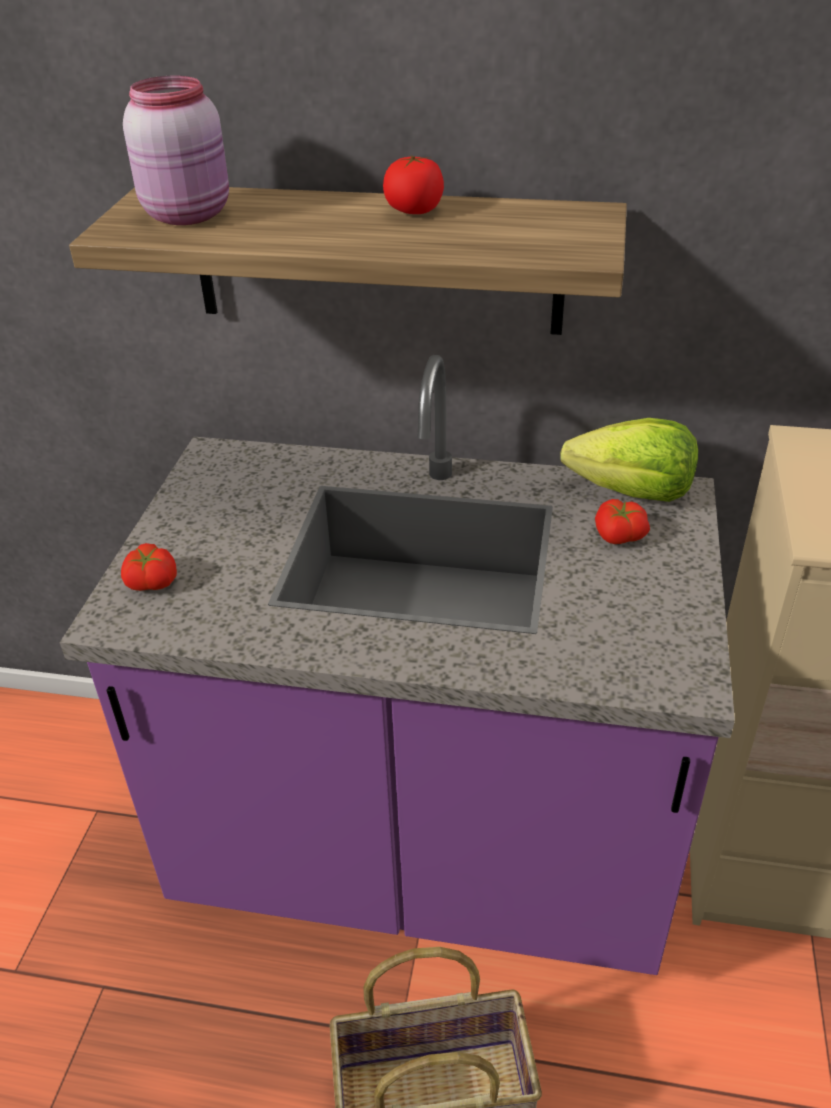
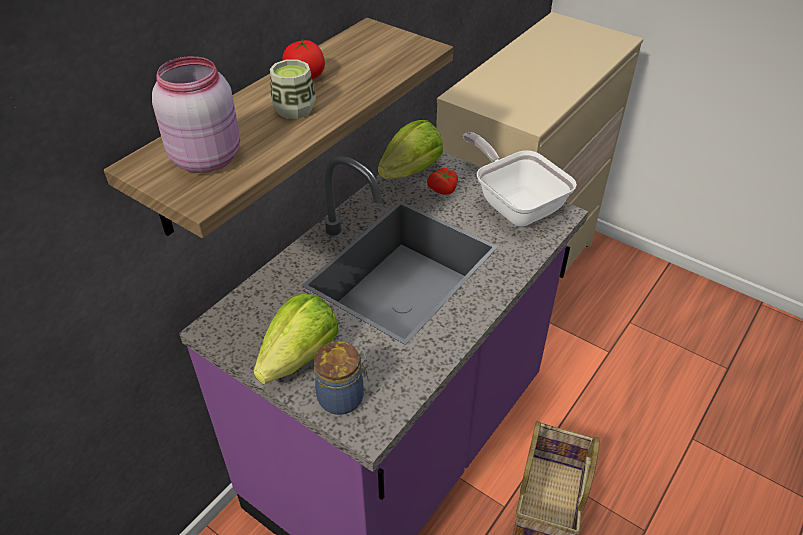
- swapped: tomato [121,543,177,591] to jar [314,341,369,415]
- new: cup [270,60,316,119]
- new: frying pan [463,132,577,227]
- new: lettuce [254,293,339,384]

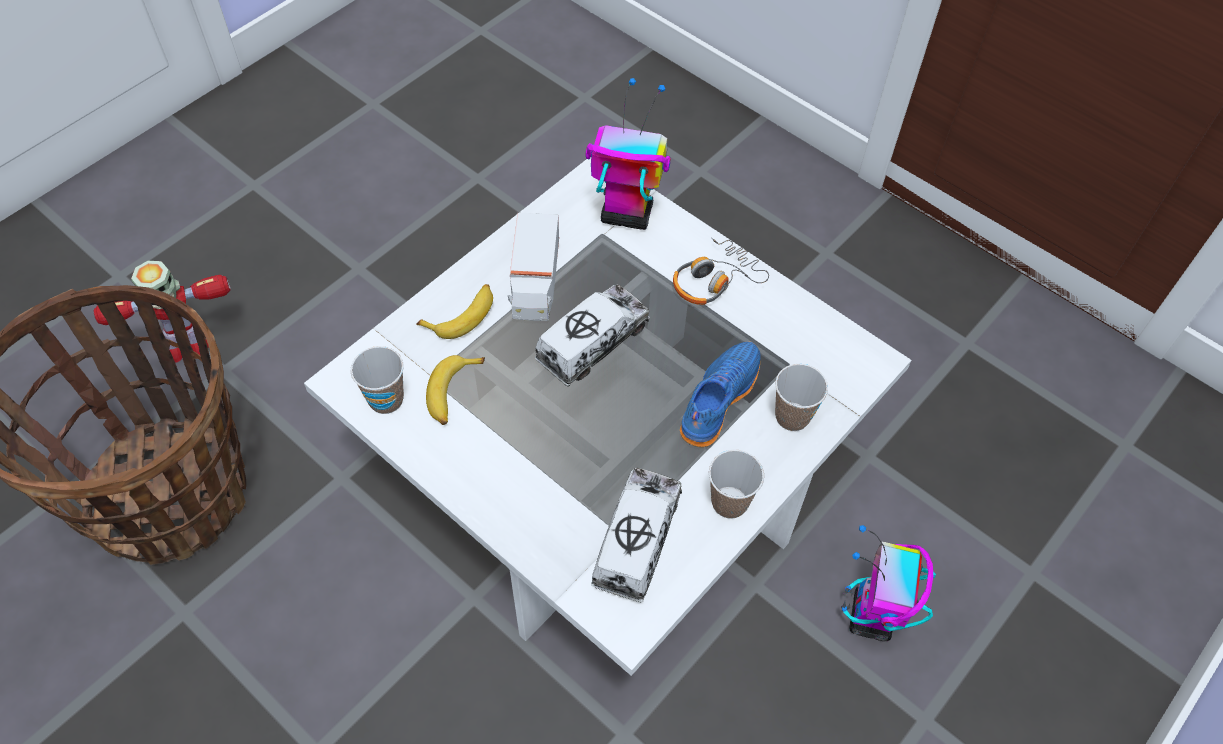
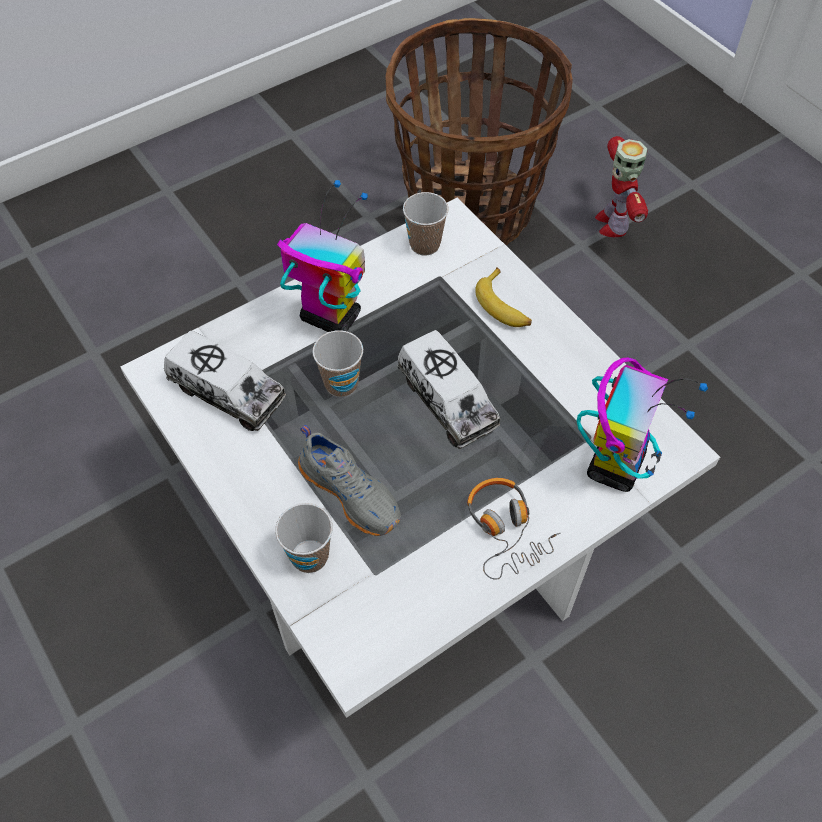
- gone: toy truck [508,213,559,321]
- repainted: shoe in blue [680,341,761,447] to shoe in grey [298,425,401,536]
- gone: banana [426,355,485,425]
- shifted: cup [709,450,764,519] to [312,330,363,397]
- shifted: toy robot [841,525,936,641] to [277,180,368,332]

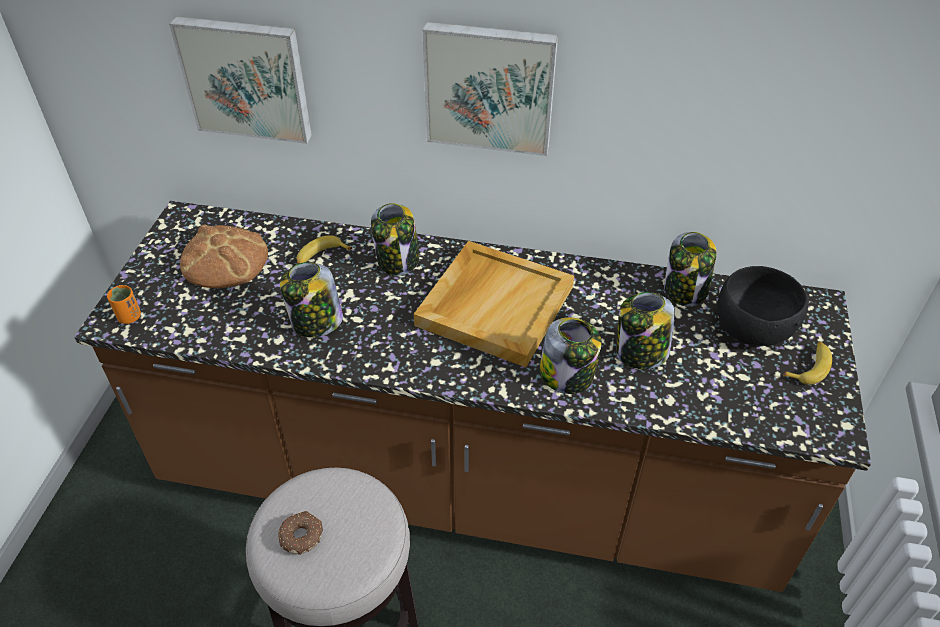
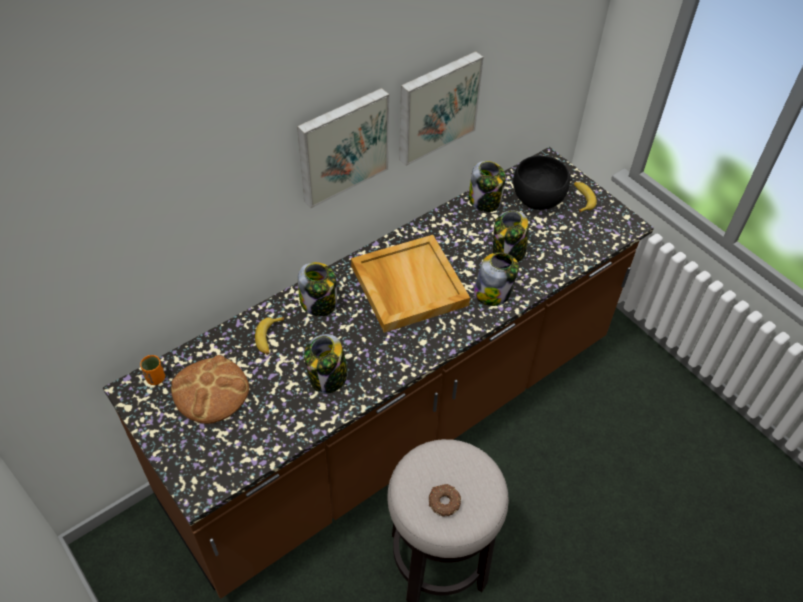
- shifted: picture [169,16,312,144] to [399,51,484,166]
- shifted: cup in orange [107,285,141,324] to [140,355,165,385]

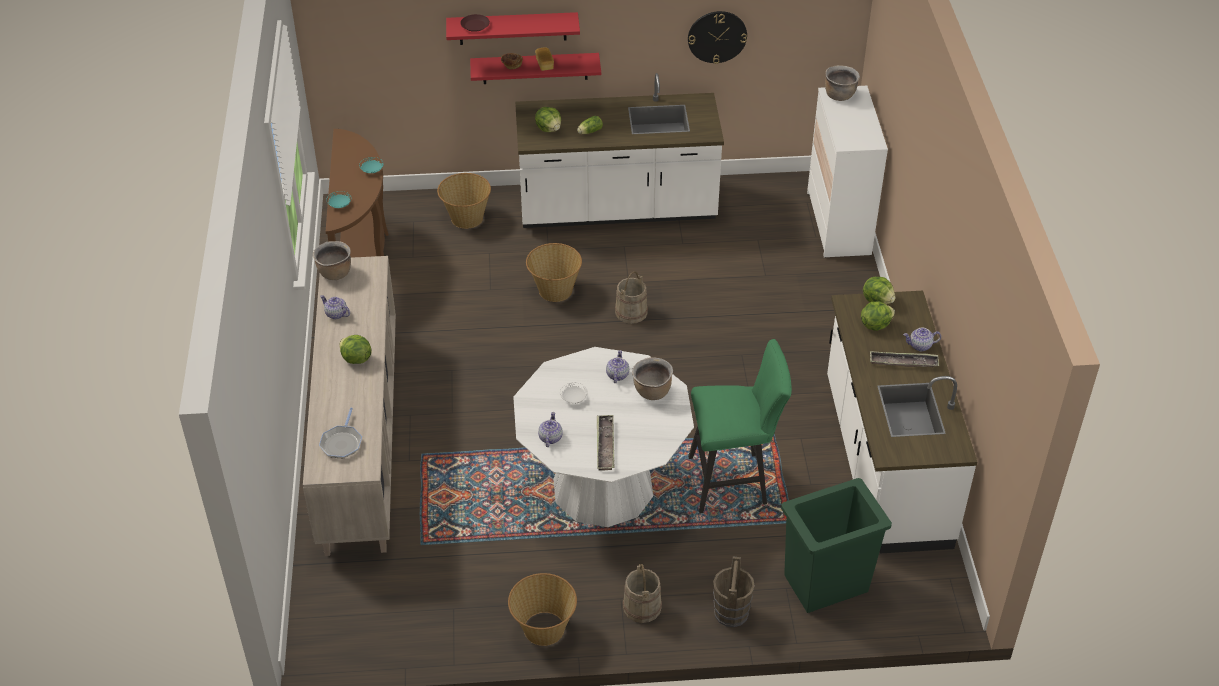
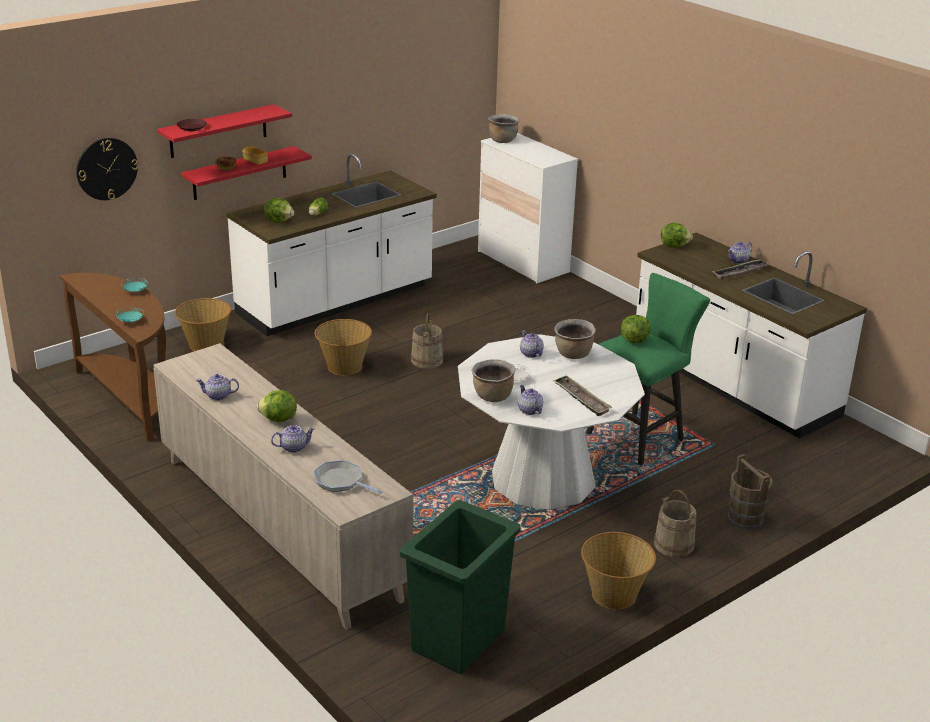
- shifted: wall clock [688,11,747,64] to [76,138,138,200]
- shifted: cooking pot in brown [313,241,351,280] to [472,359,515,402]
- shifted: lettuce [861,302,895,331] to [621,315,650,344]
- rotated: frying pan [319,408,362,458] = [314,460,382,494] 150 degrees clockwise
- shifted: trash can in green [781,478,892,613] to [400,500,521,674]
- new: teapot [271,425,315,453]

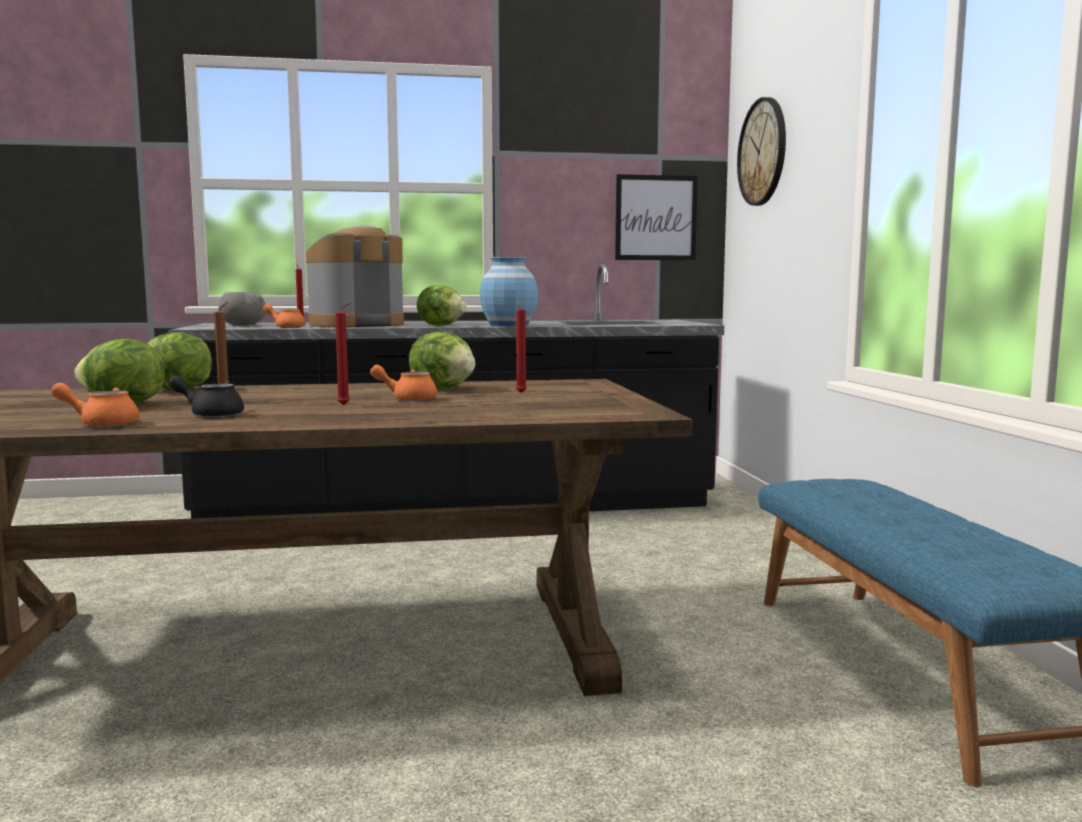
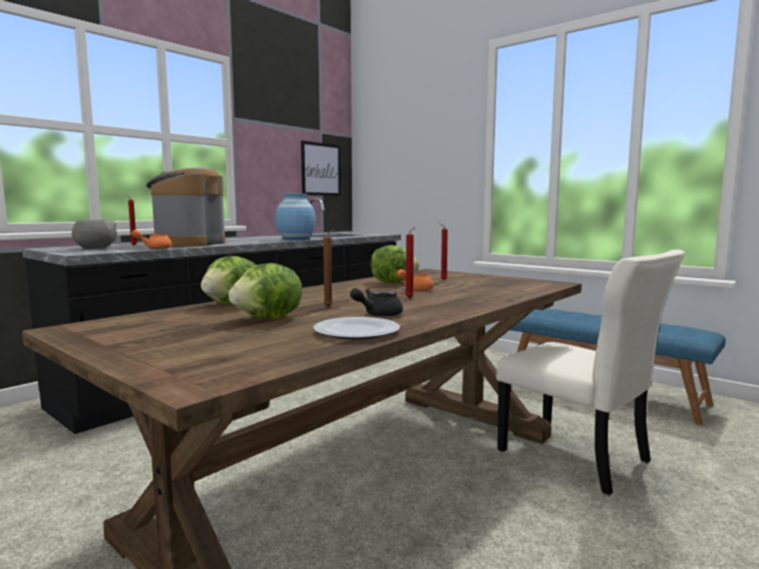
- gone: wall clock [737,97,786,206]
- gone: lettuce [417,285,467,326]
- swapped: teapot in orange [51,383,140,427] to plate [313,317,400,340]
- new: chair in beige [496,250,685,495]

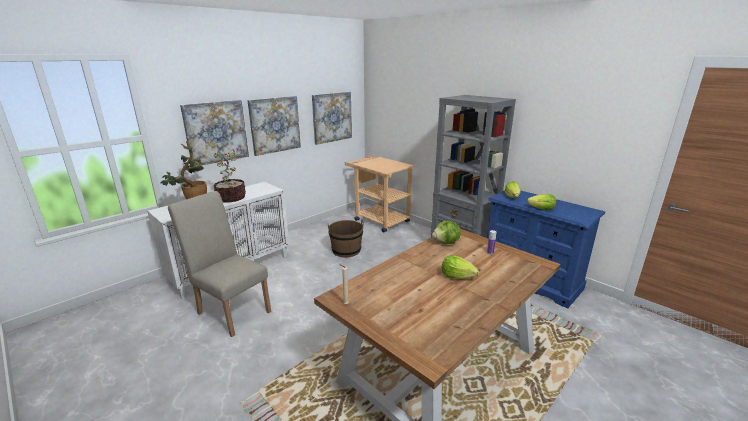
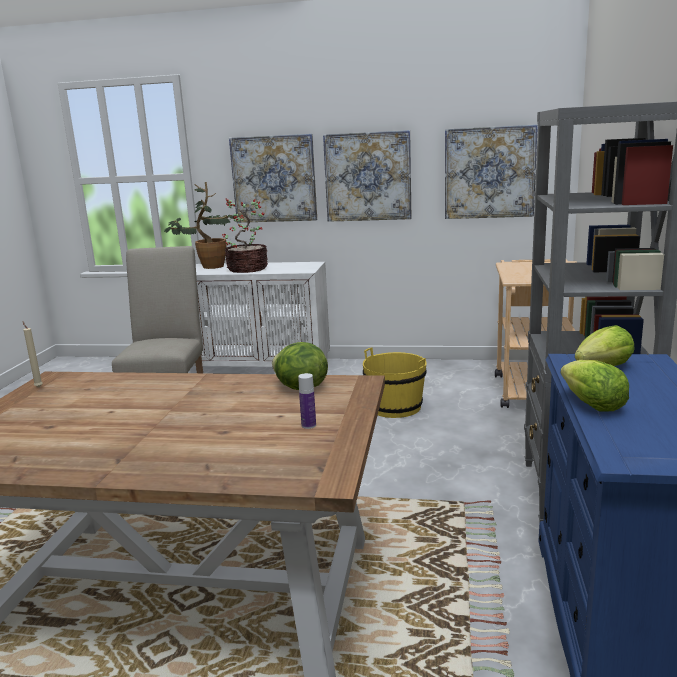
- repainted: bucket in brown [328,220,364,258] to bucket in yellow [363,347,427,418]
- gone: lettuce [442,255,479,279]

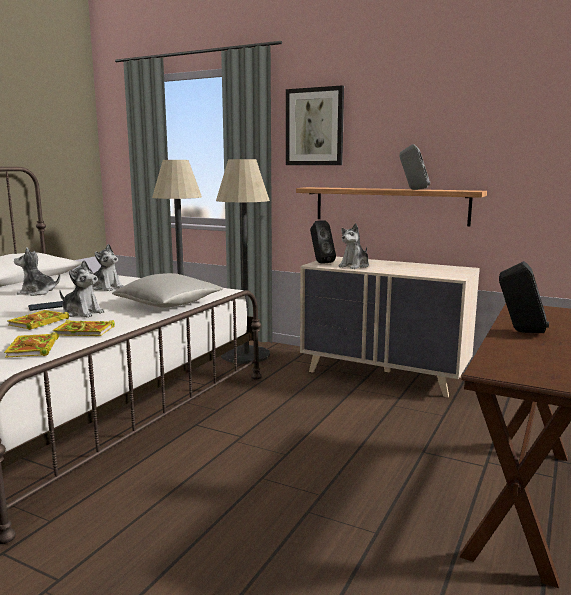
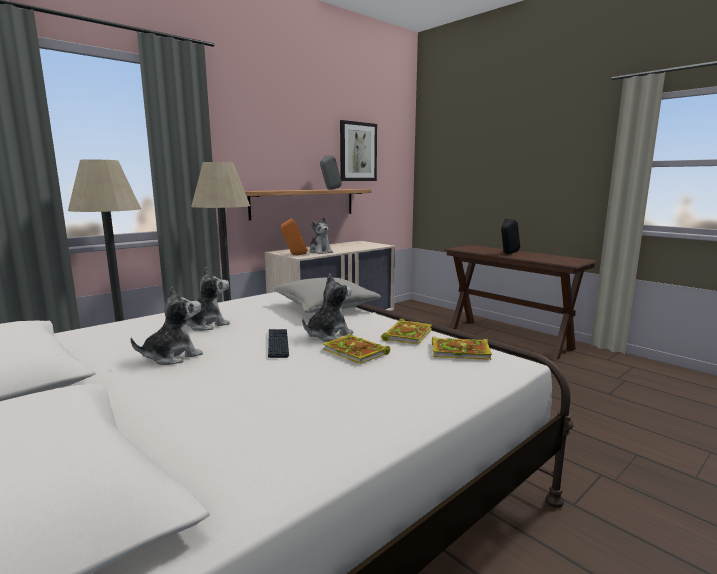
- shifted: picture [286,85,344,165] to [340,120,377,181]
- repainted: speaker in black [310,220,336,264] to speaker in orange [281,218,308,255]
- rotated: plush toy [14,247,60,296] = [131,287,203,365] 150 degrees counterclockwise

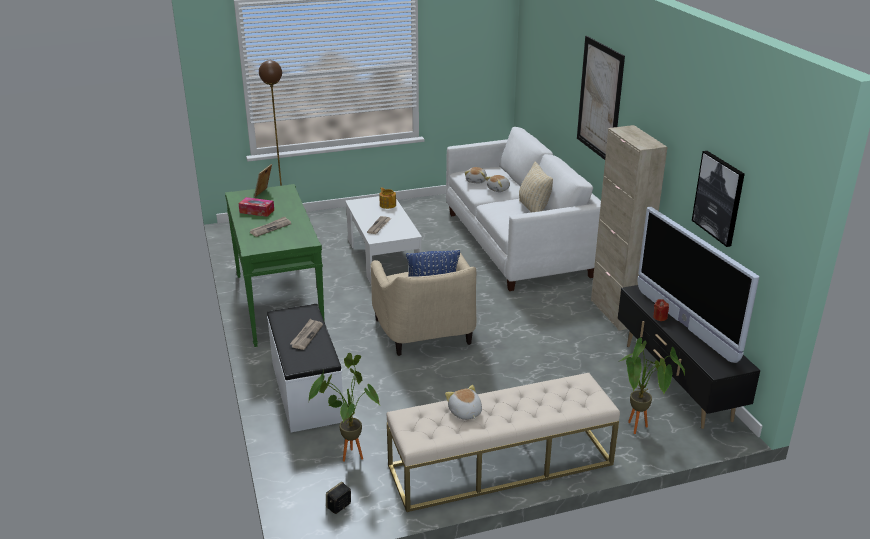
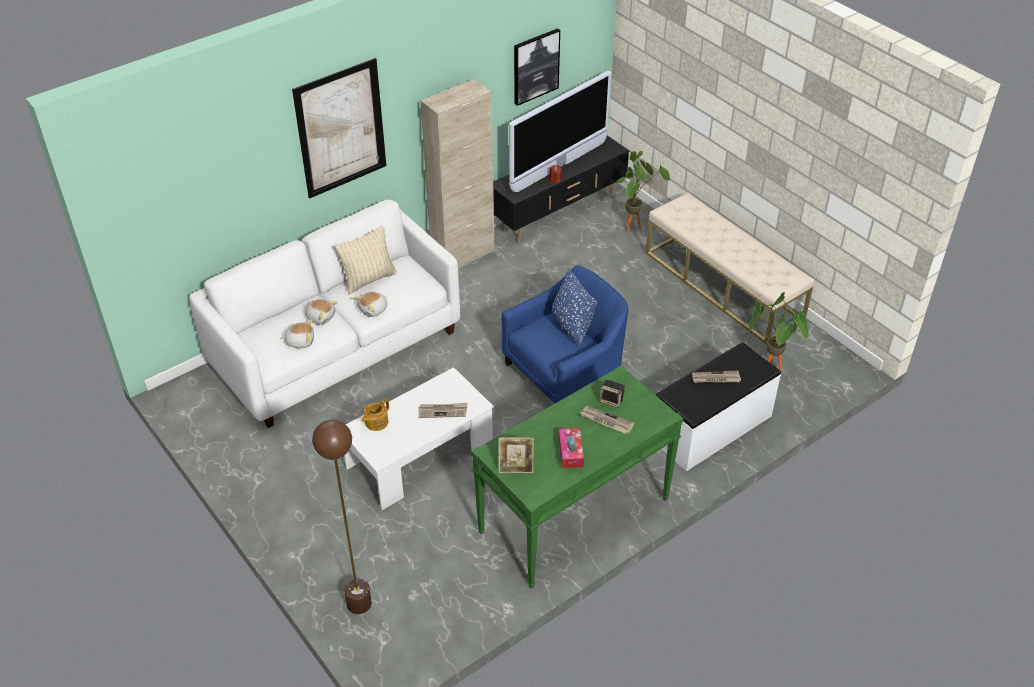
- repainted: armchair in beige [371,250,476,356] to armchair in blue [502,265,628,404]
- shifted: plush toy [445,385,482,420] to [354,292,387,317]
- shifted: speaker [326,482,351,514] to [599,380,625,408]

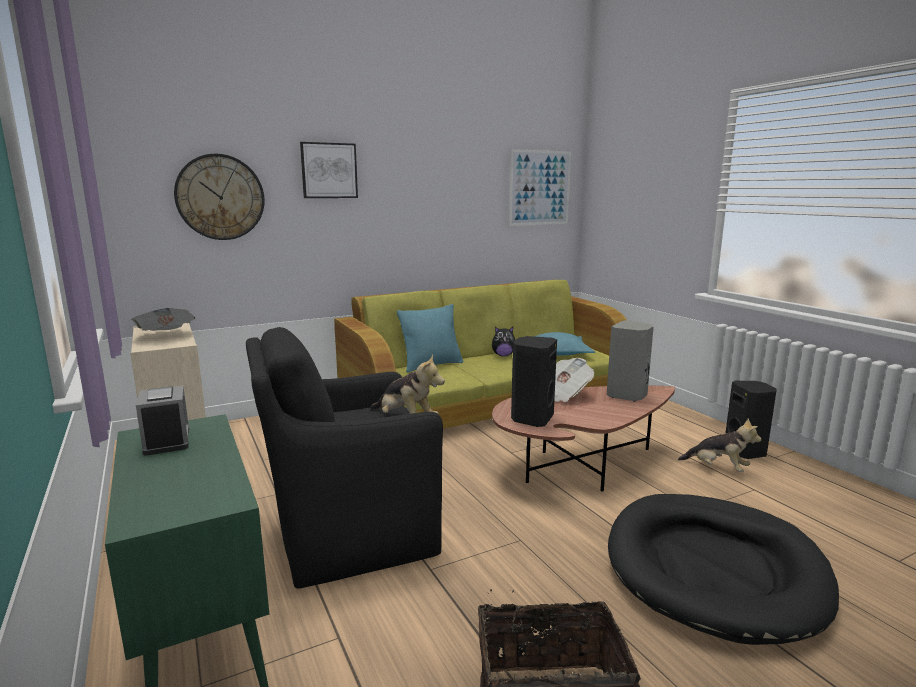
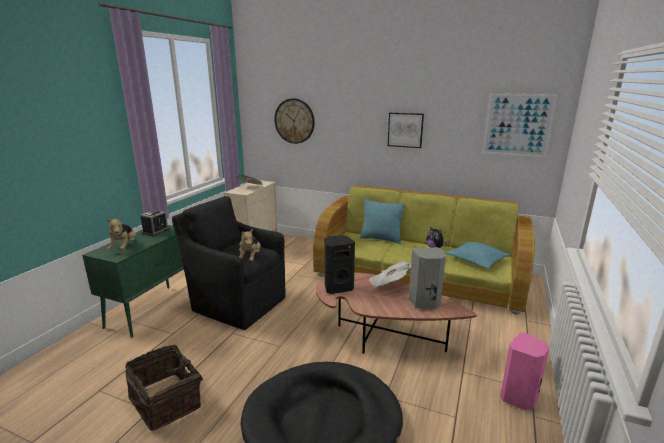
- shifted: picture [300,142,358,198] to [388,113,424,148]
- repainted: speaker in black [725,381,776,459] to speaker in pink [500,333,549,410]
- shifted: plush toy [678,419,762,472] to [107,215,136,250]

